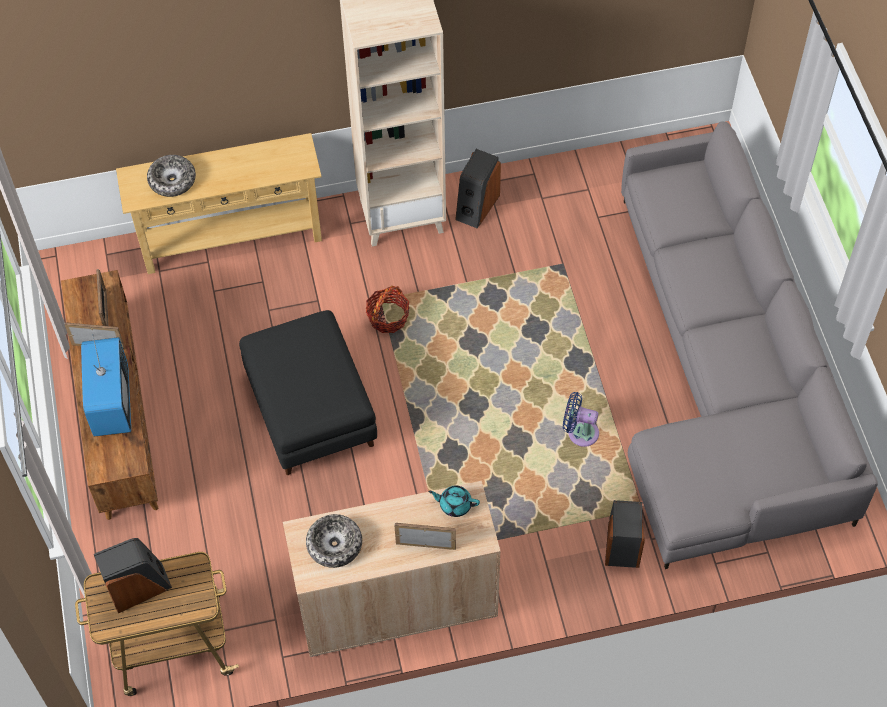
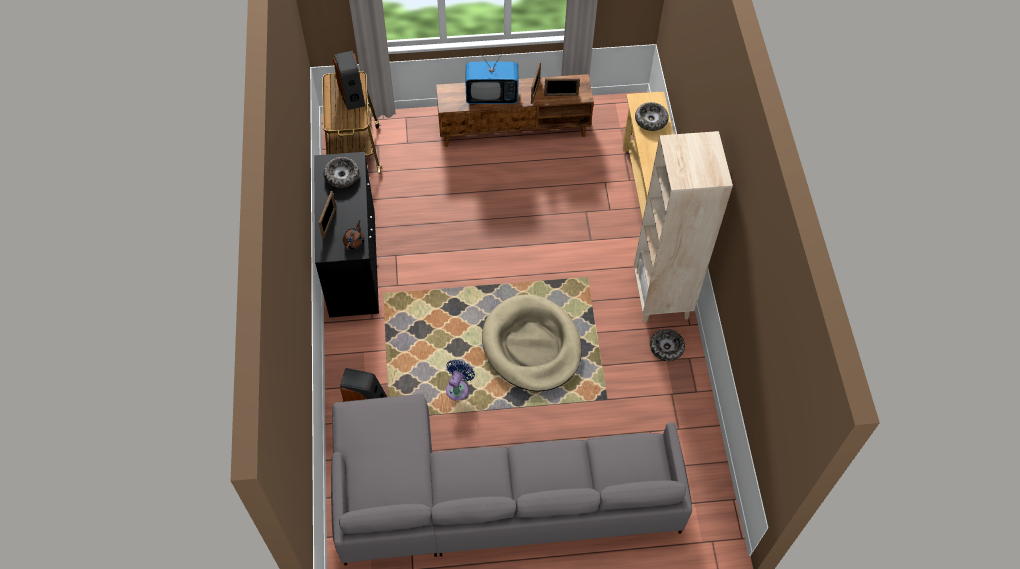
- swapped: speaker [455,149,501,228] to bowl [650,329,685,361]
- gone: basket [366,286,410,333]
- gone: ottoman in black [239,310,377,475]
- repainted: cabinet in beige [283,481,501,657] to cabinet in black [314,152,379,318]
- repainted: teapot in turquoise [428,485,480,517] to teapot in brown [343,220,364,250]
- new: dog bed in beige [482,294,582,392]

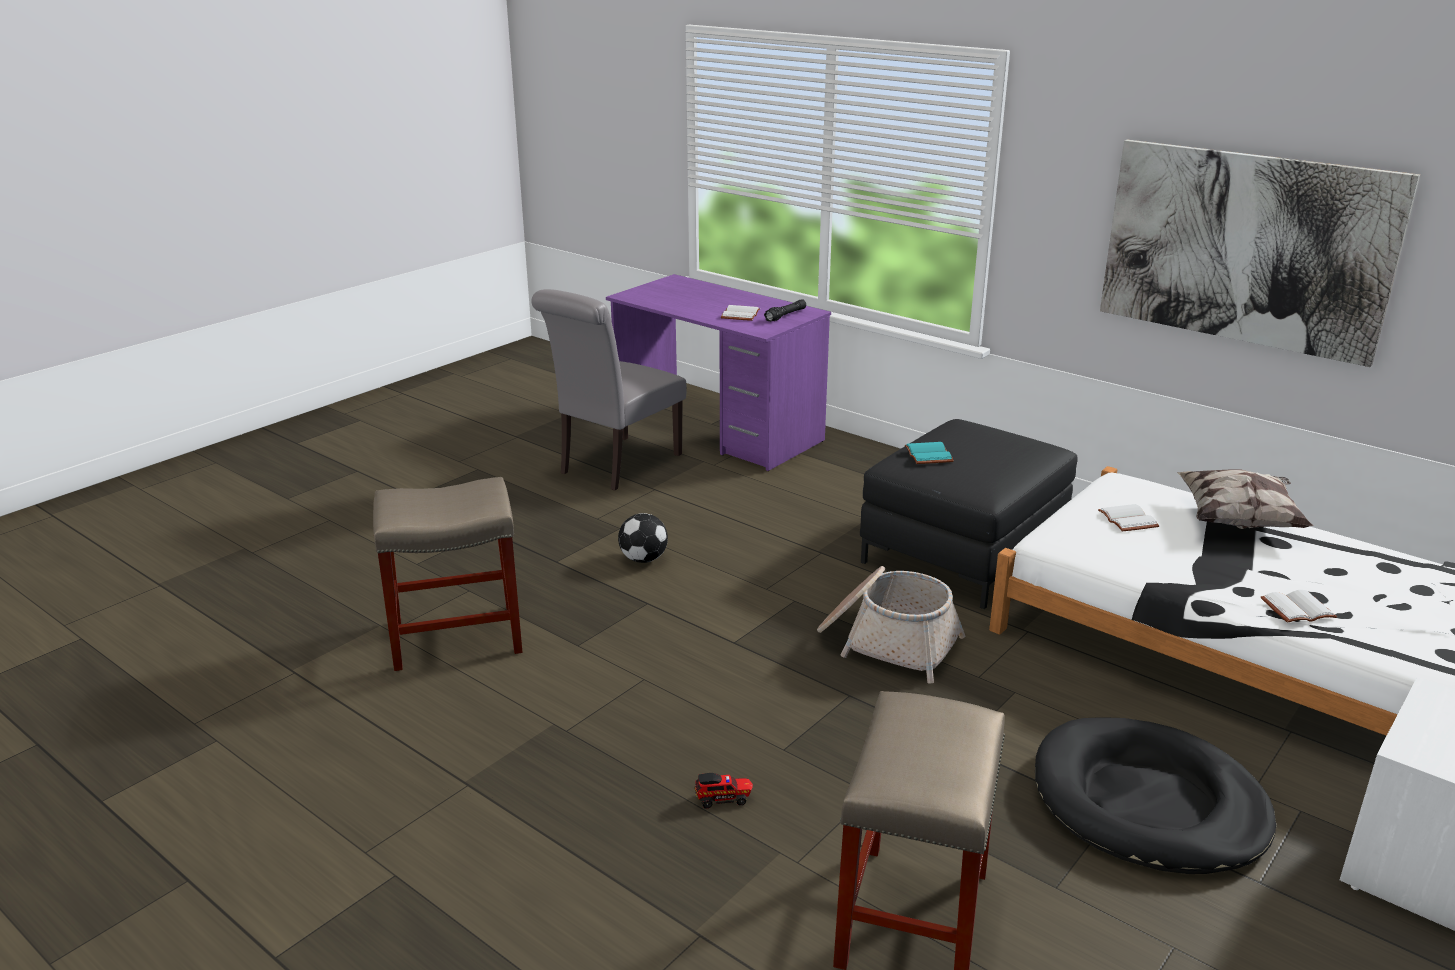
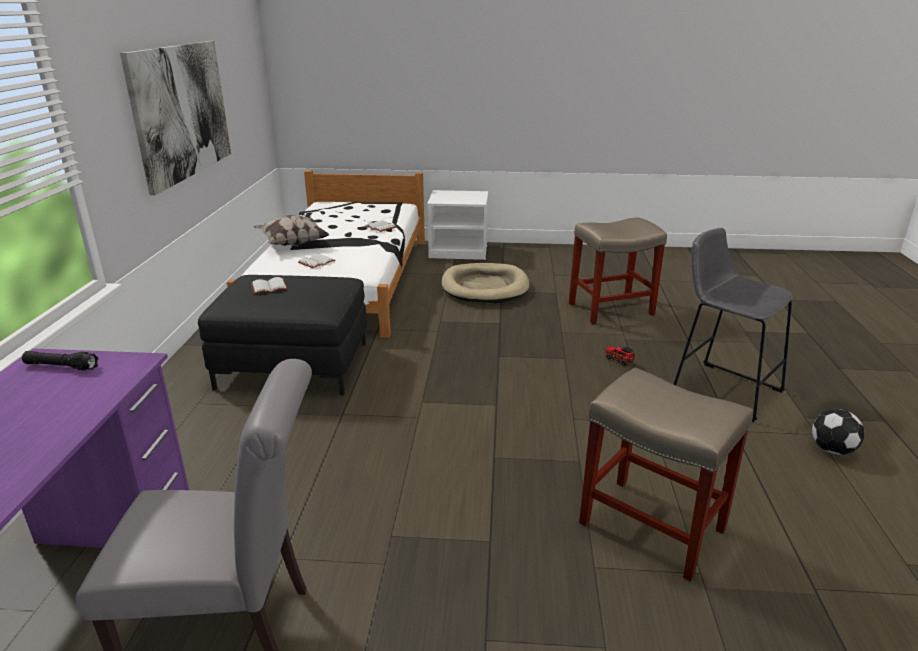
- shifted: book in white [721,305,760,321] to [251,277,288,294]
- gone: book in turquoise [905,442,954,464]
- shifted: football [618,513,668,563] to [812,409,865,455]
- gone: basket [817,566,965,684]
- repainted: dog bed in black [1035,717,1276,874] to dog bed in beige [442,263,529,303]
- new: stool in grey [674,228,793,422]

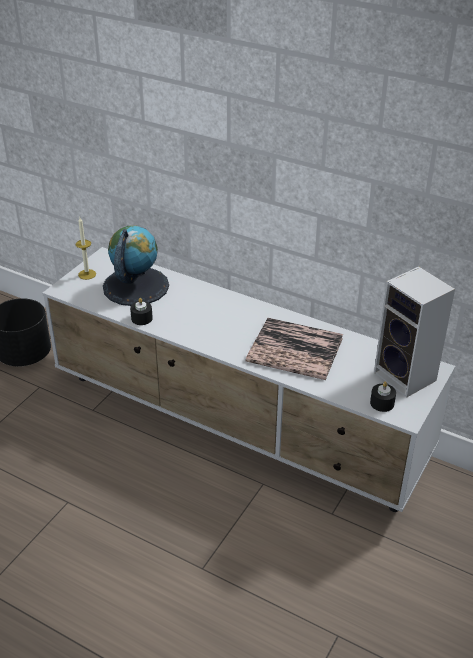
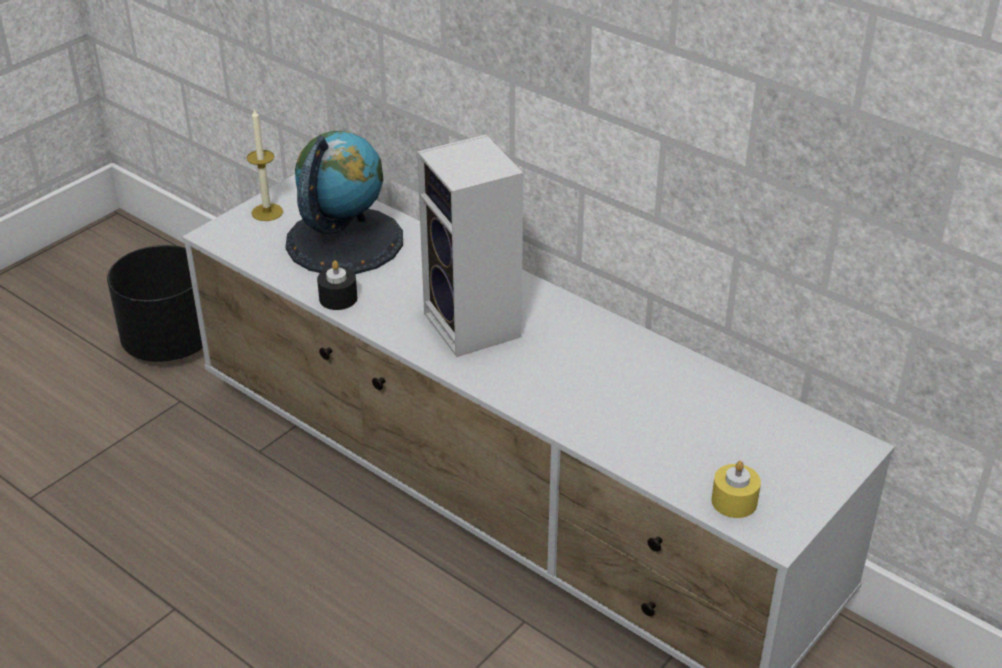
- shifted: speaker [374,267,455,398] to [417,135,523,357]
- gone: book [246,318,343,380]
- repainted: candle in black [370,381,396,412] to candle in yellow [711,461,761,518]

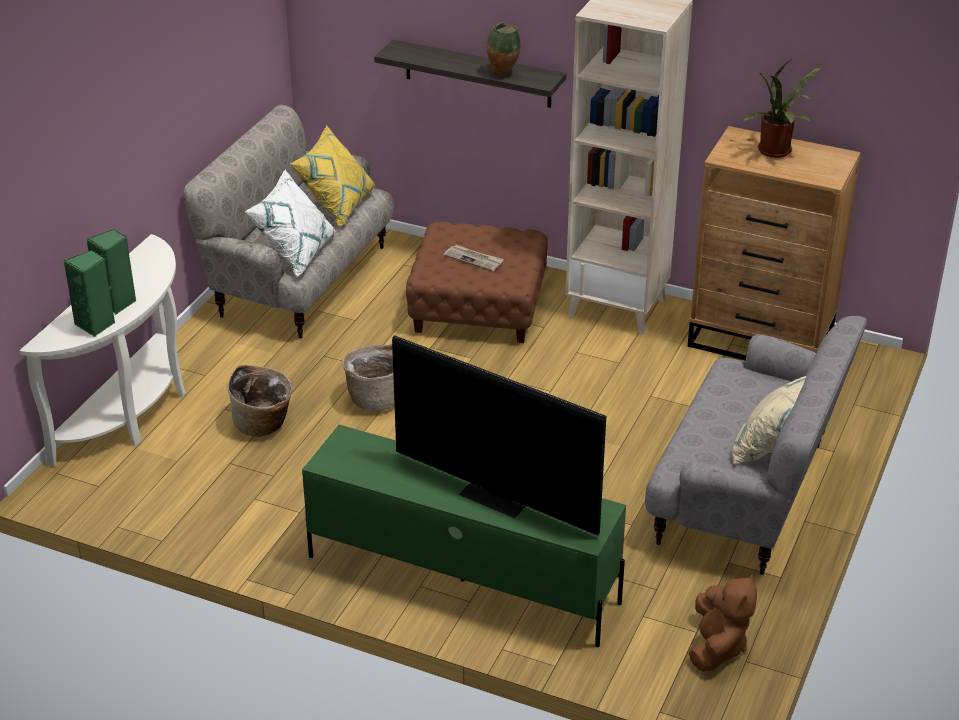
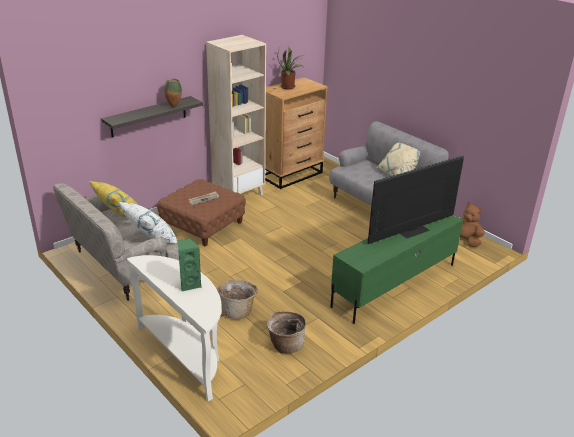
- gone: speaker in green [64,250,115,337]
- shifted: basket [342,344,395,411] to [267,311,306,353]

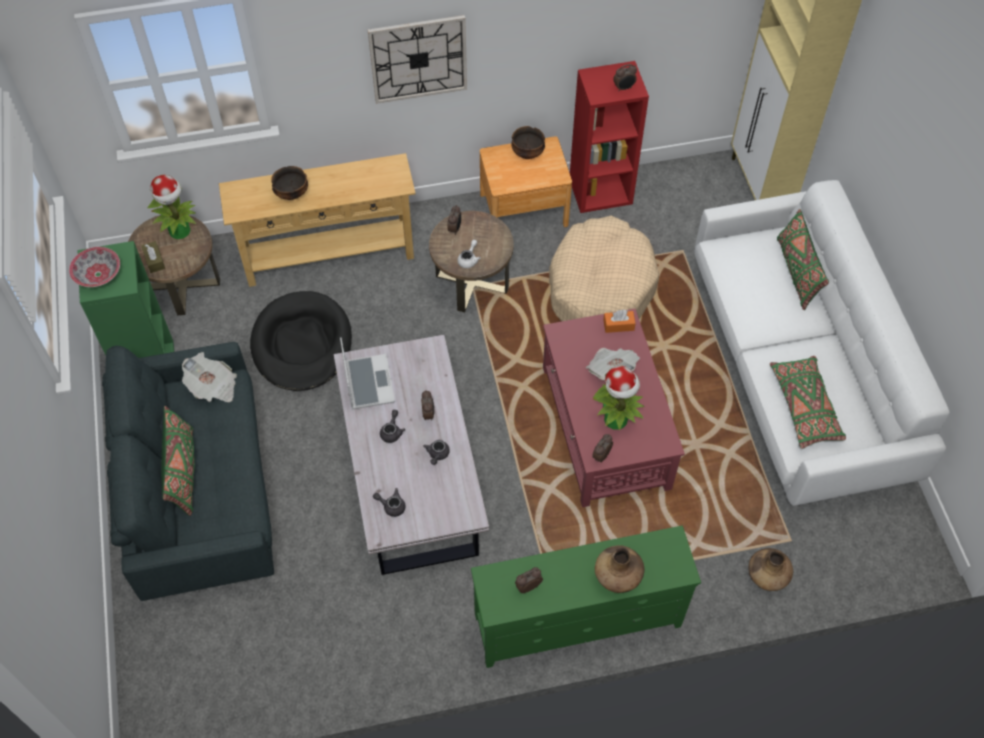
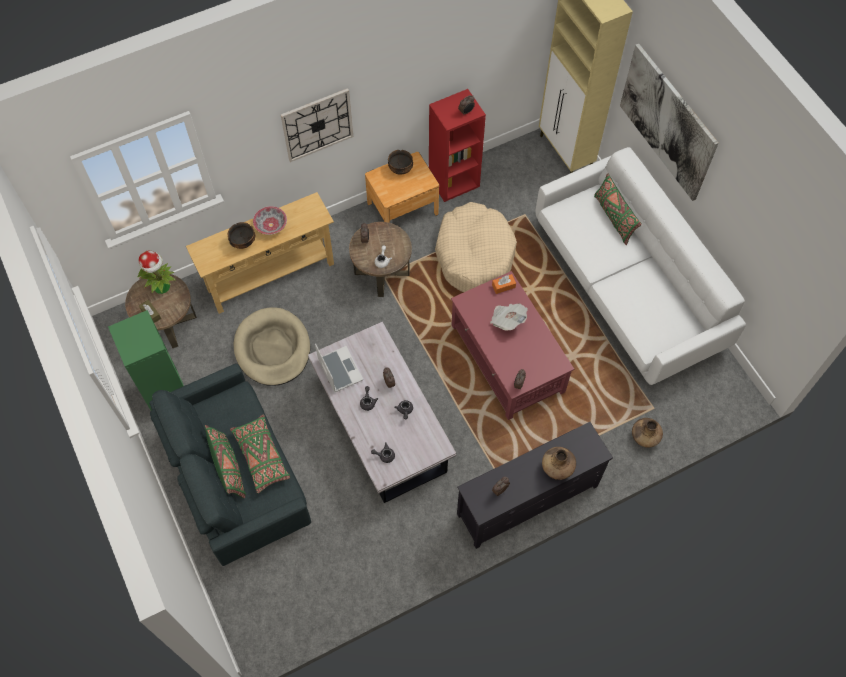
- shifted: bowl [69,247,120,287] to [253,206,287,235]
- repainted: dog bed in black [250,291,352,391] to dog bed in beige [233,307,310,386]
- gone: newspaper [182,352,237,402]
- shifted: pillow in green [770,356,846,449] to [230,415,290,493]
- gone: potted plant [593,366,644,430]
- repainted: tv stand in green [471,526,701,668] to tv stand in black [457,422,613,549]
- new: picture [620,44,719,201]

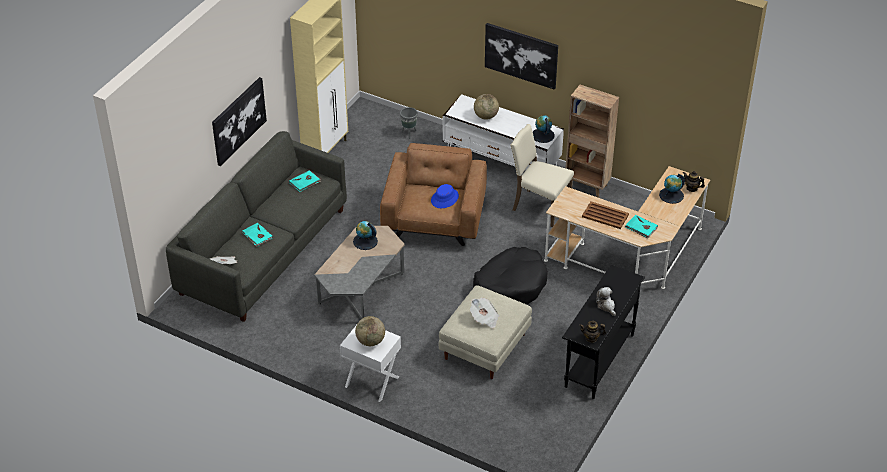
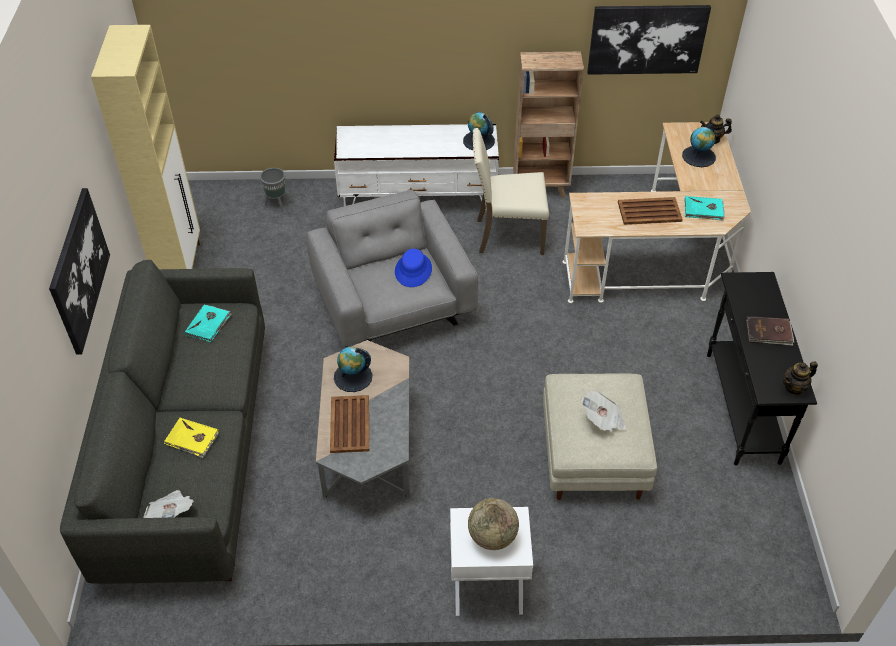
- shifted: picture [485,23,558,89] to [587,5,711,75]
- gone: globe [474,94,499,120]
- repainted: armchair in brown [380,143,487,246] to armchair in grey [307,190,478,347]
- repainted: book in turquoise [242,223,273,247] to book in yellow [164,418,219,458]
- gone: dog bed in black [473,247,548,305]
- swapped: plush toy [596,287,616,316] to book in brown [746,316,795,346]
- new: tray in brown [330,395,369,453]

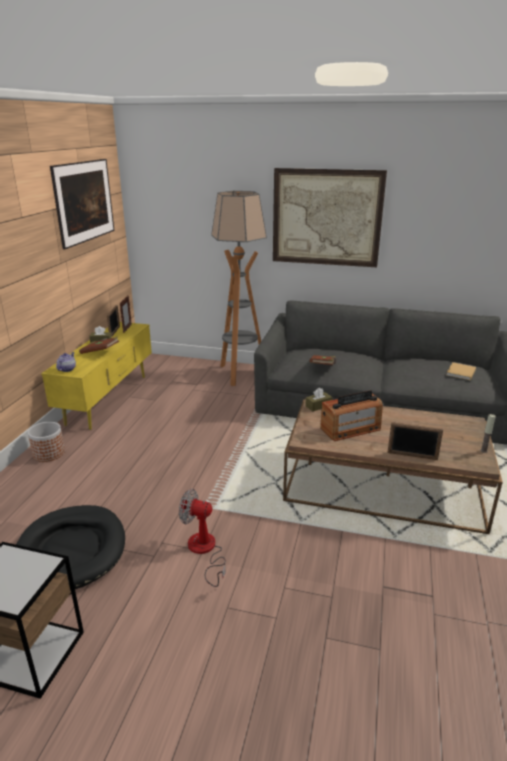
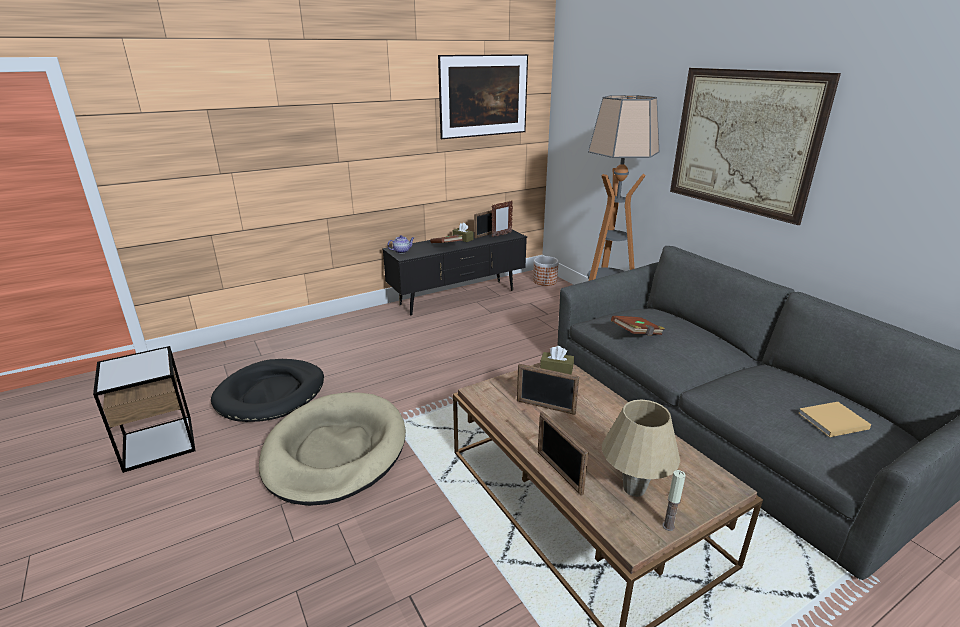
- repainted: tv stand in yellow [41,322,152,430] to tv stand in black [382,229,527,316]
- swapped: radio [320,390,383,441] to picture frame [517,364,579,415]
- shifted: planter [28,422,65,462] to [533,256,559,286]
- swapped: fan [179,489,226,587] to dog bed in beige [259,392,406,506]
- new: table lamp in beige [602,400,680,497]

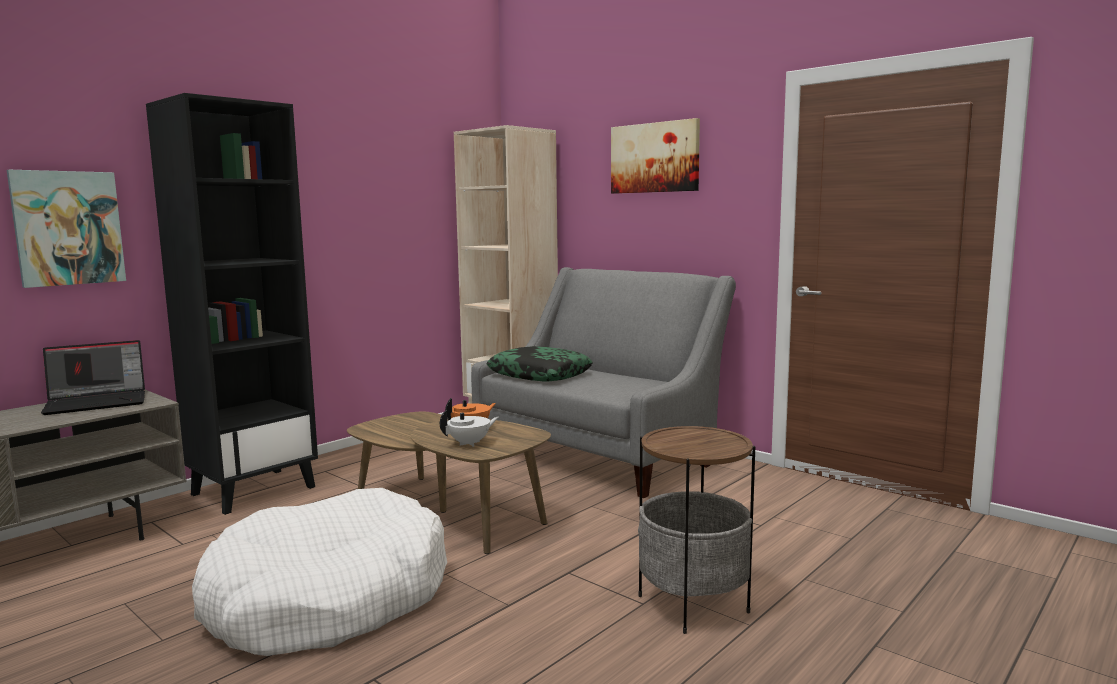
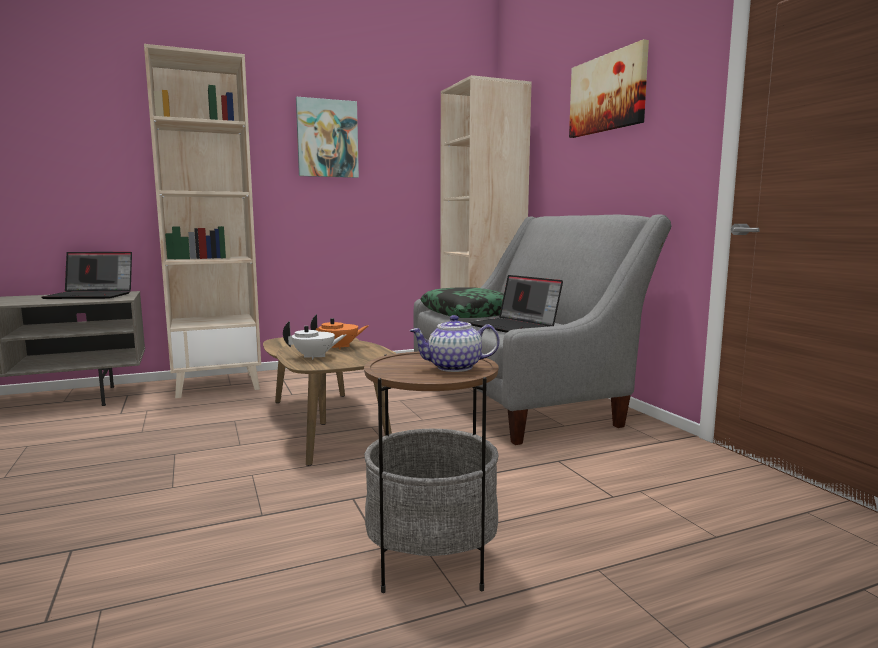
- repainted: bookcase in black [146,93,318,515] to bookcase in beige [144,44,261,398]
- shifted: picture [7,170,126,288] to [296,97,359,178]
- gone: dog bed in white [192,488,447,656]
- new: laptop [468,275,563,333]
- new: teapot [409,315,500,372]

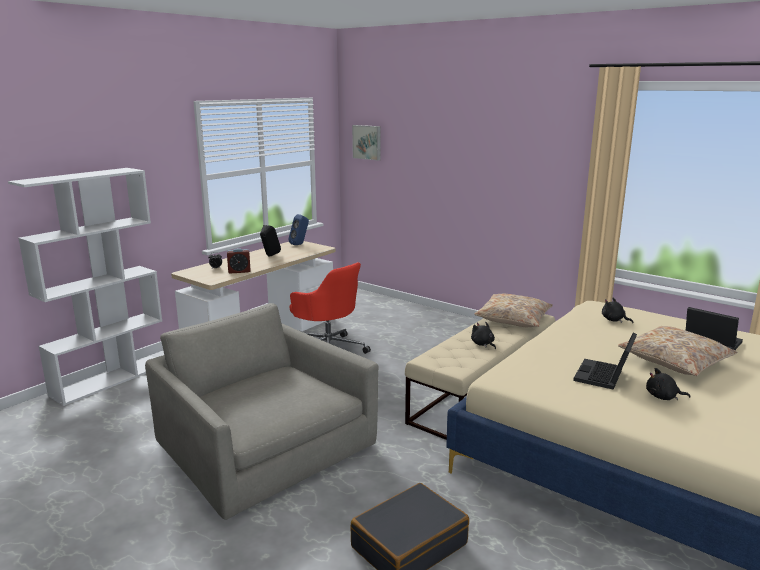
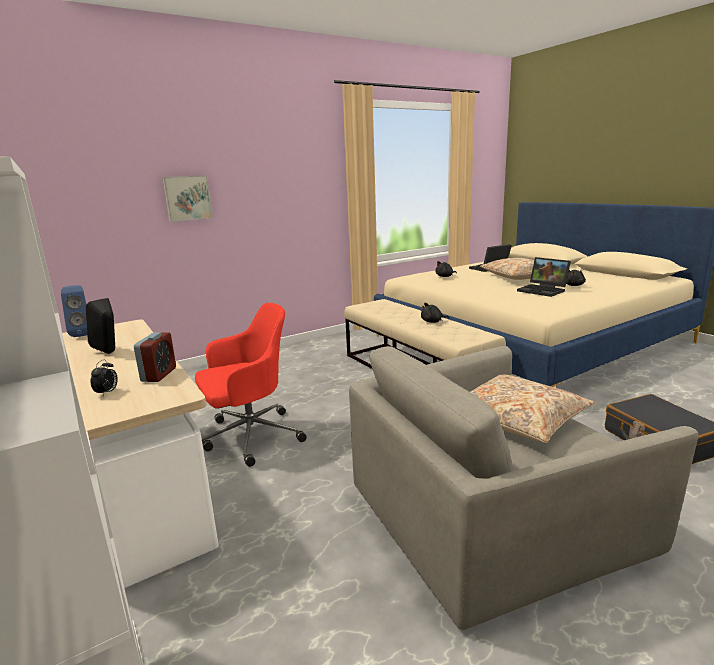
- shifted: picture [352,125,380,161] to [162,175,213,222]
- shifted: pillow in beige [474,294,553,327] to [471,375,595,443]

